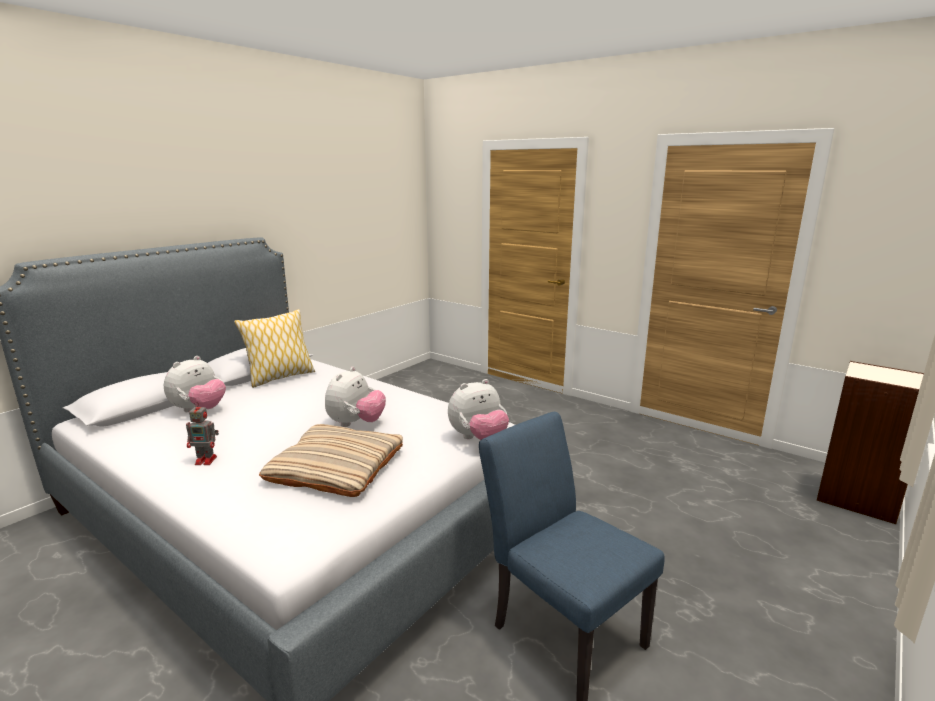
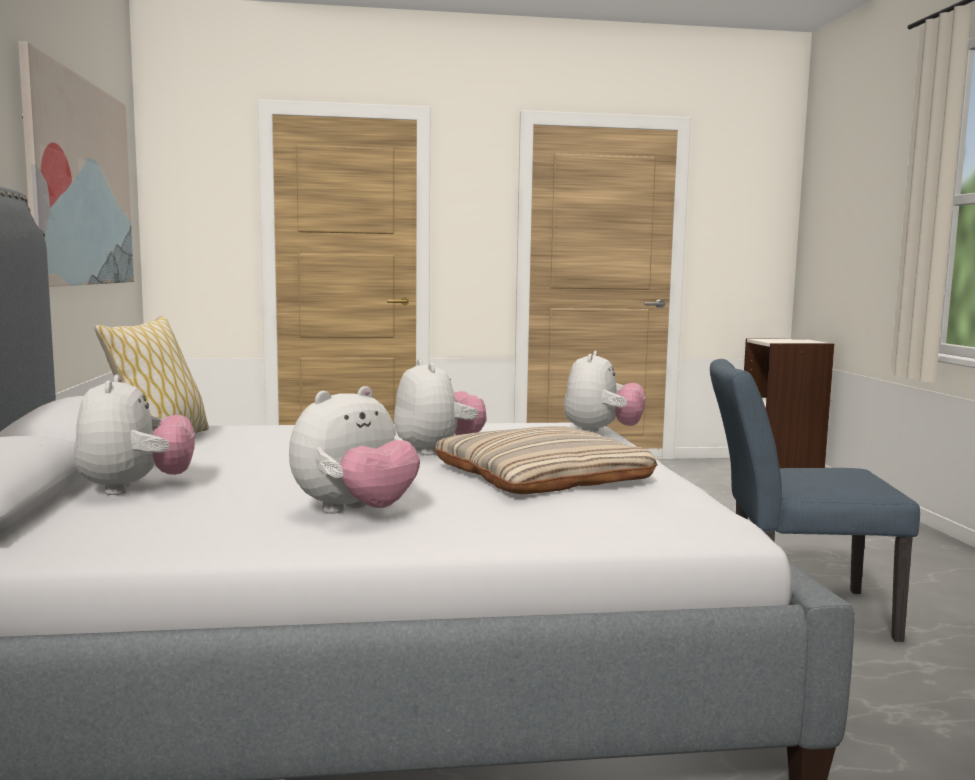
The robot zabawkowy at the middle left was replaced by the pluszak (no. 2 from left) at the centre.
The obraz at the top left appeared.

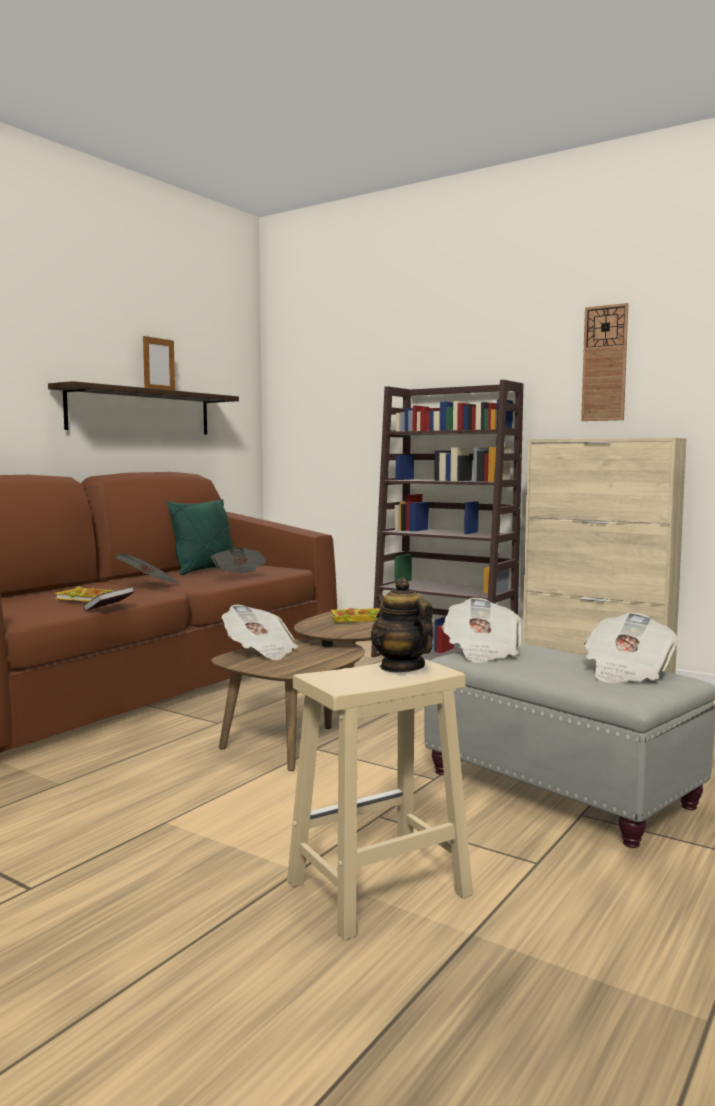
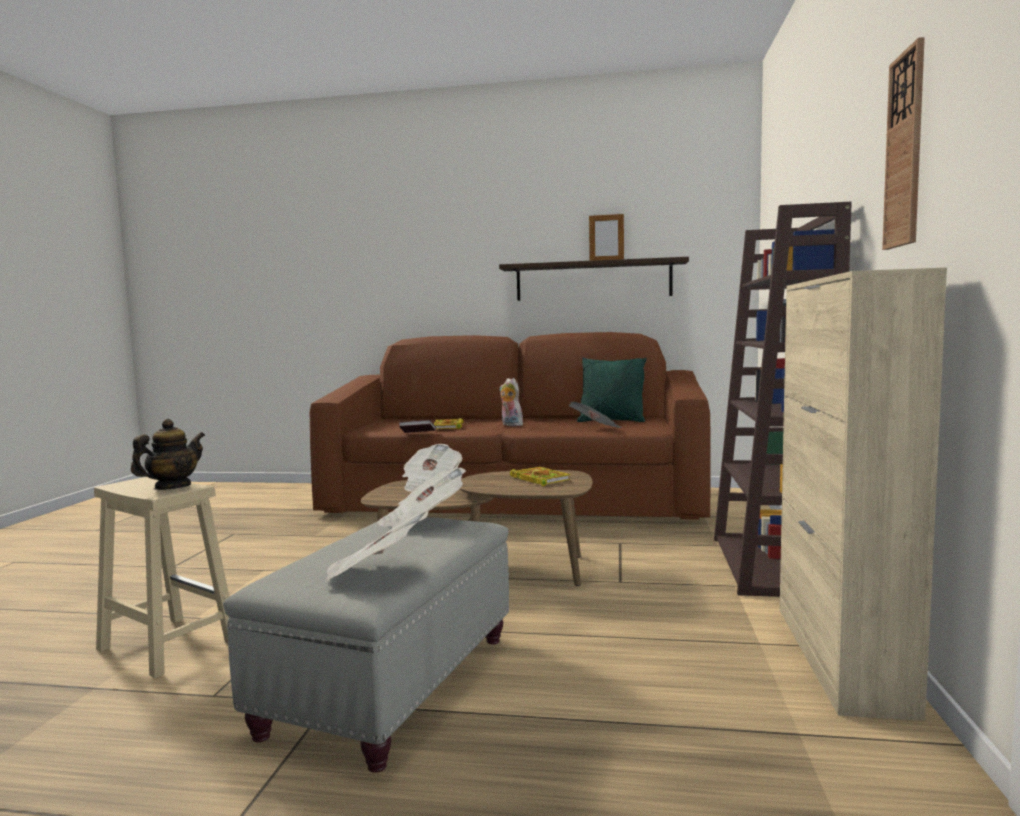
The gazeta (no. 1 from left) at the middle left was replaced by the pluszak at the centre.

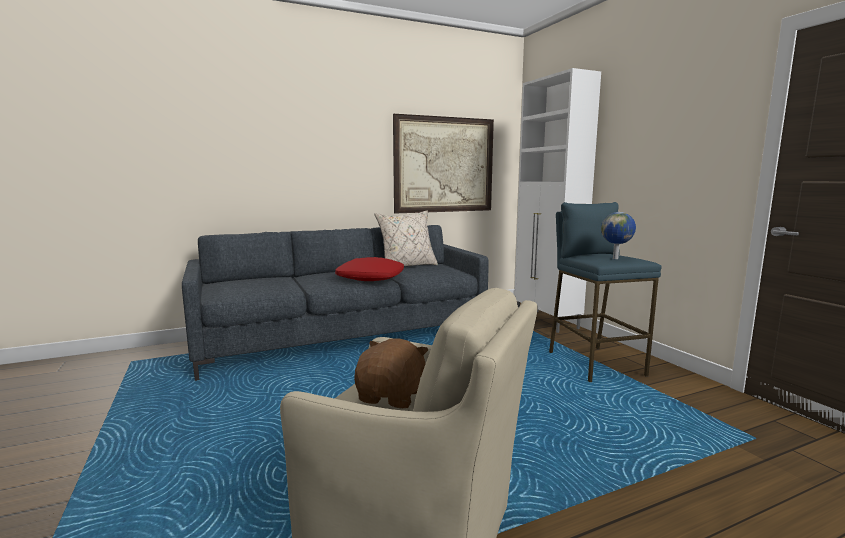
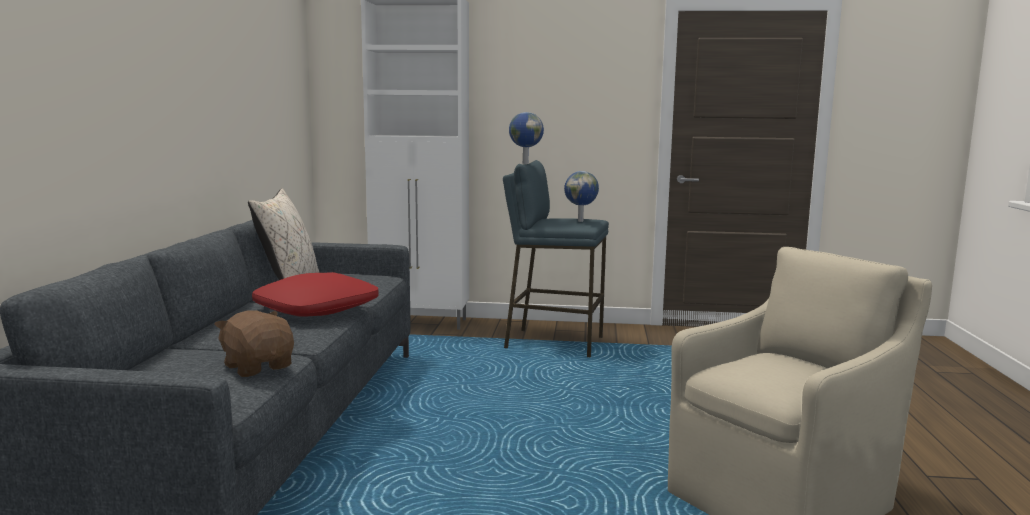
The obraz at the top centre disappeared.
The pluszak (brązowy) moved from the bottom centre to the middle left.
The globus (no. 1 from left) at the top centre appeared.

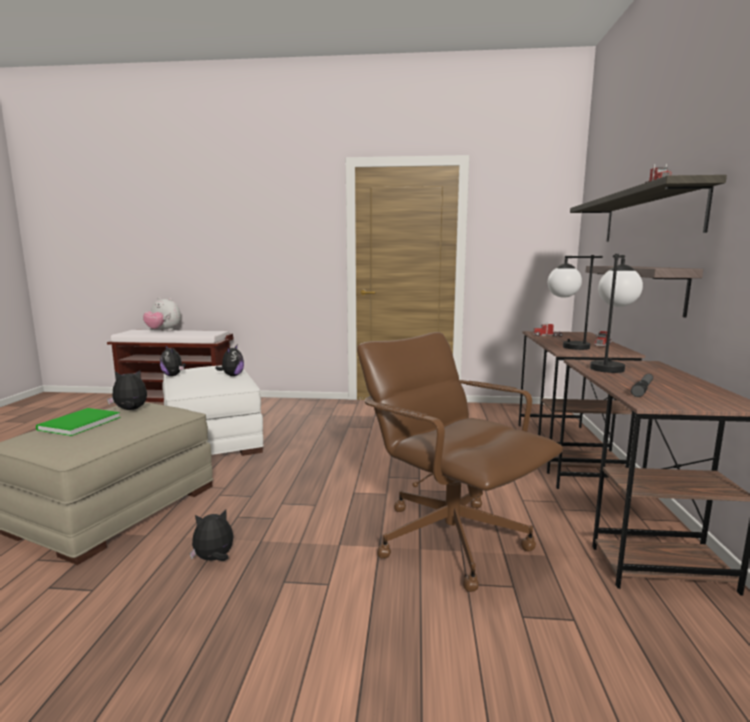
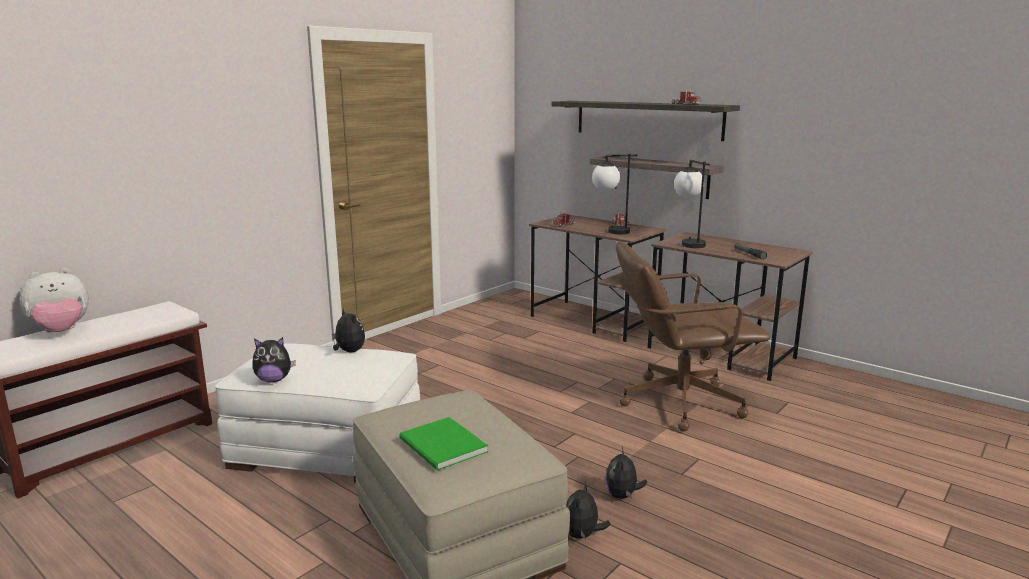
The pluszak (no. 1 from left in the first image) moved from the middle left to the bottom centre.

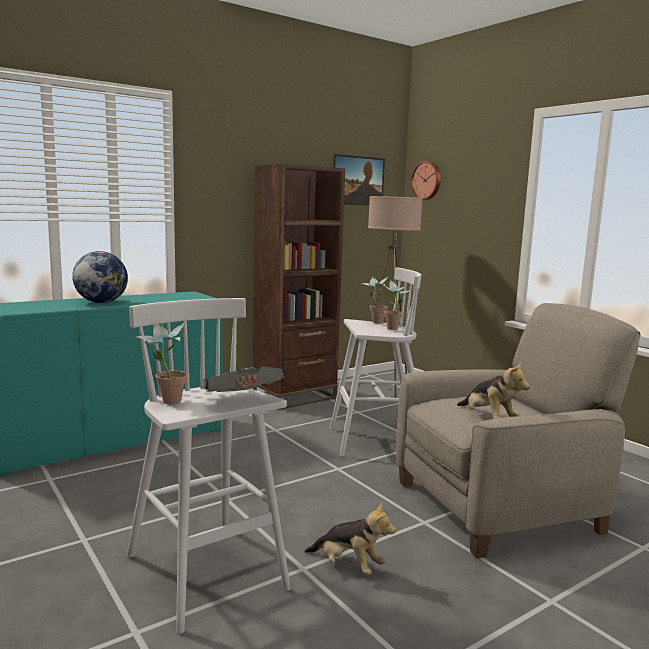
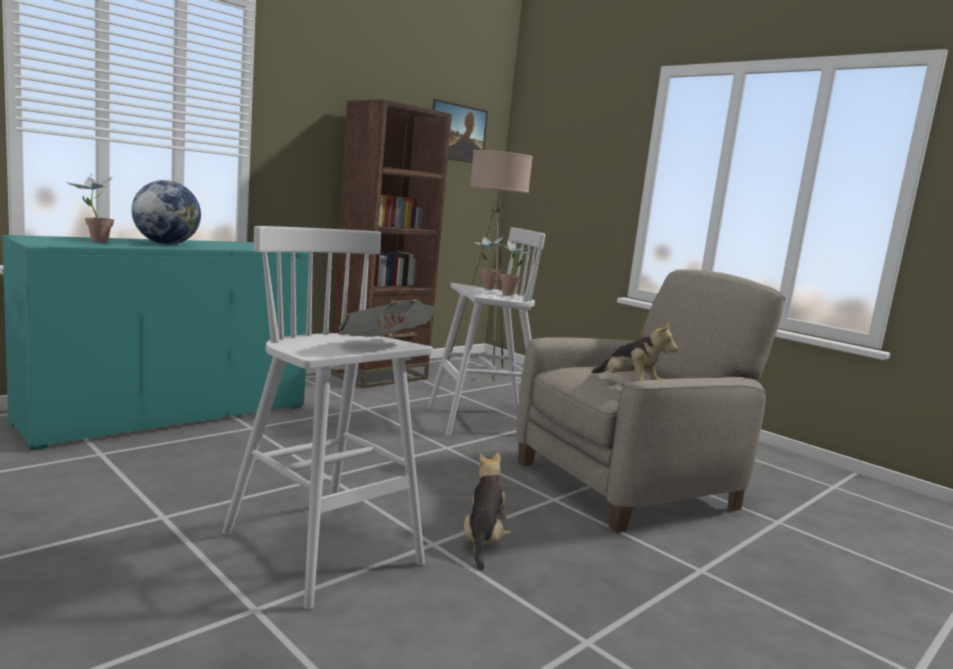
The zegar ścienny at the top centre disappeared.
The roślina doniczkowa (no. 1 from left) moved from the middle left to the top left.
The pluszak (no. 1 from left) at the bottom centre turned 105 degrees counterclockwise.

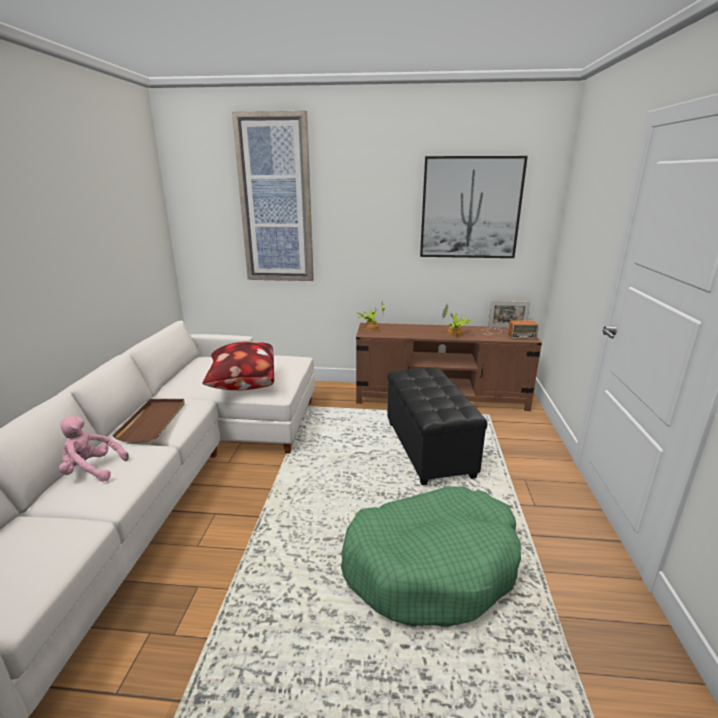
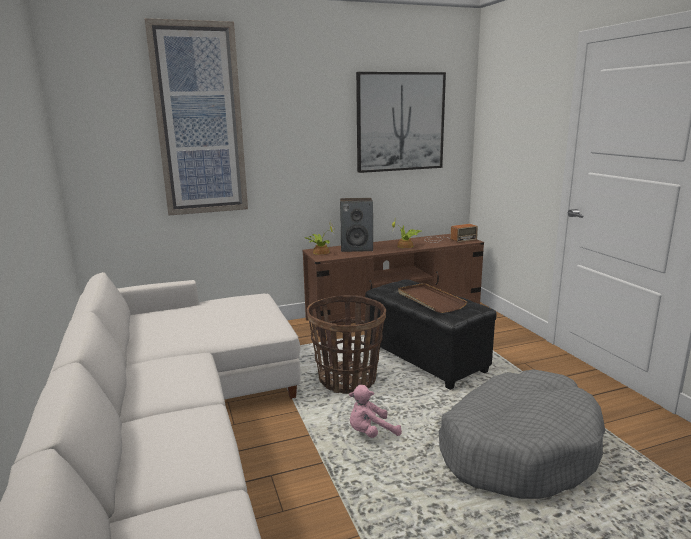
The ramka na zdjęcie at the middle right disappeared.
The poduszka at the middle left disappeared.
The taca (brązowy) moved from the middle left to the centre.
The pluszak (różowy) moved from the middle left to the bottom centre.
The legowisko (zielony) at the bottom centre became the legowisko (szary) at the bottom right.
The głośnik at the centre appeared.
The koszyk at the centre appeared.

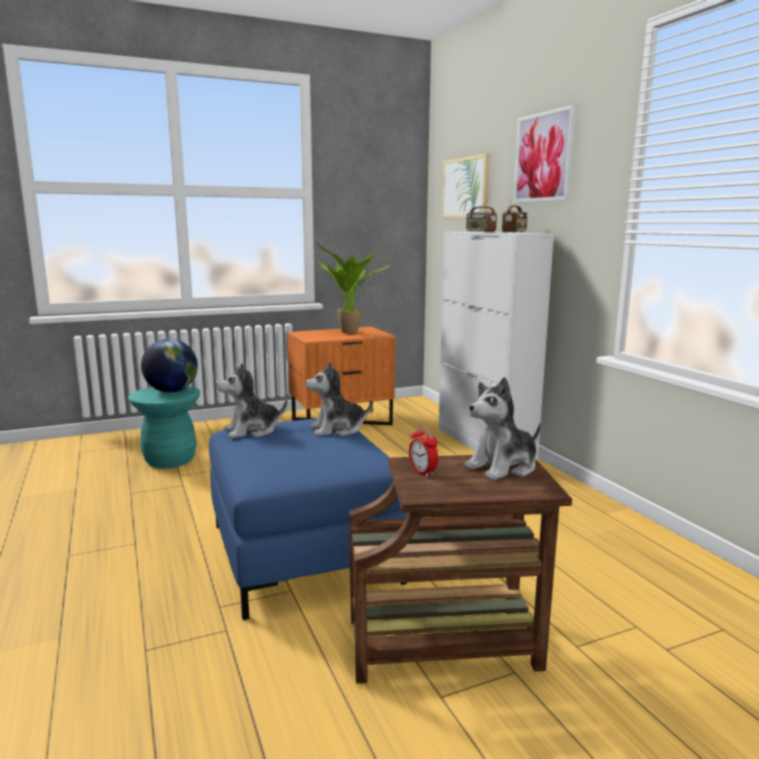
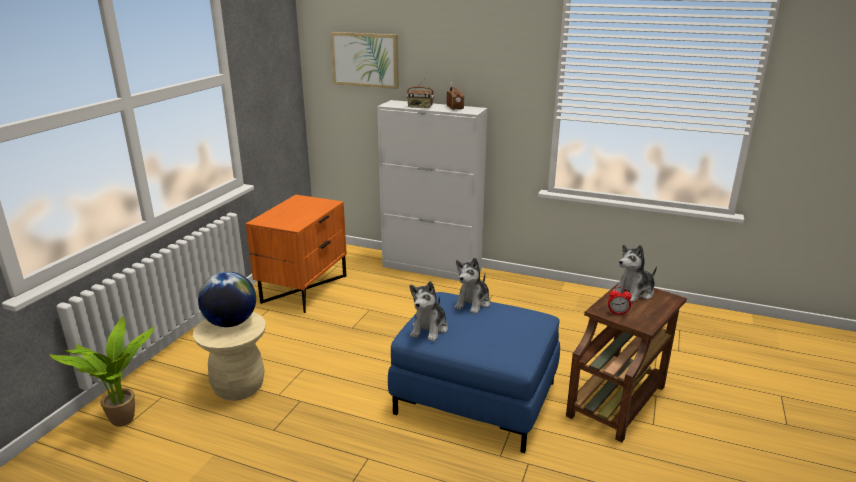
The obraz (no. 2 from left) at the top right disappeared.
The roślina doniczkowa moved from the centre to the bottom left.
The pluszak (no. 3 from left) at the centre turned 45 degrees clockwise.
The stołek (turkusowy) at the middle left became the stołek (beżowy) at the bottom left.

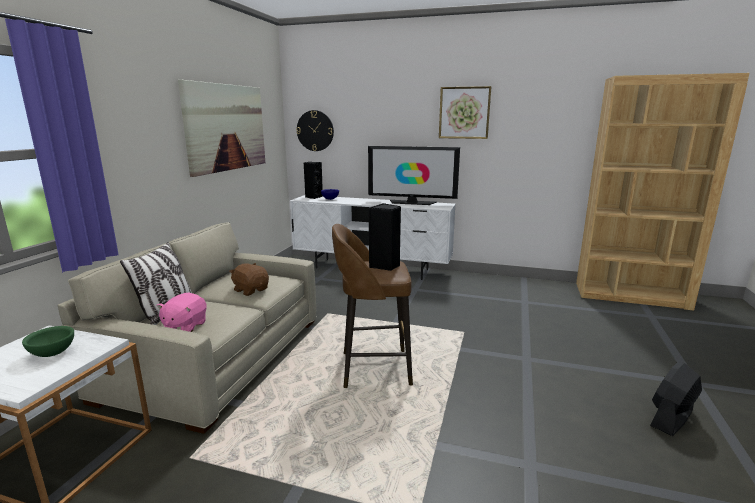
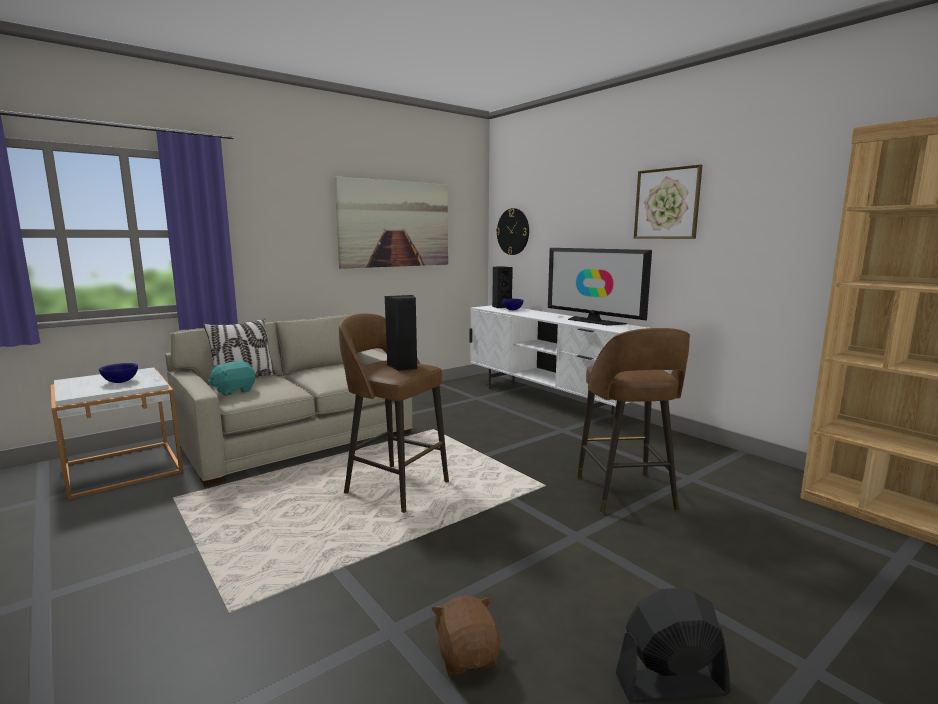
The pluszak (brązowy) moved from the middle left to the bottom centre.
The pluszak (różowy) at the middle left became the pluszak (turkusowy) at the middle left.
The miska (zielony) at the bottom left became the miska (niebieski) (no. 1 from left) at the middle left.
The stołek (brązowy) (no. 2 from left) at the middle right appeared.

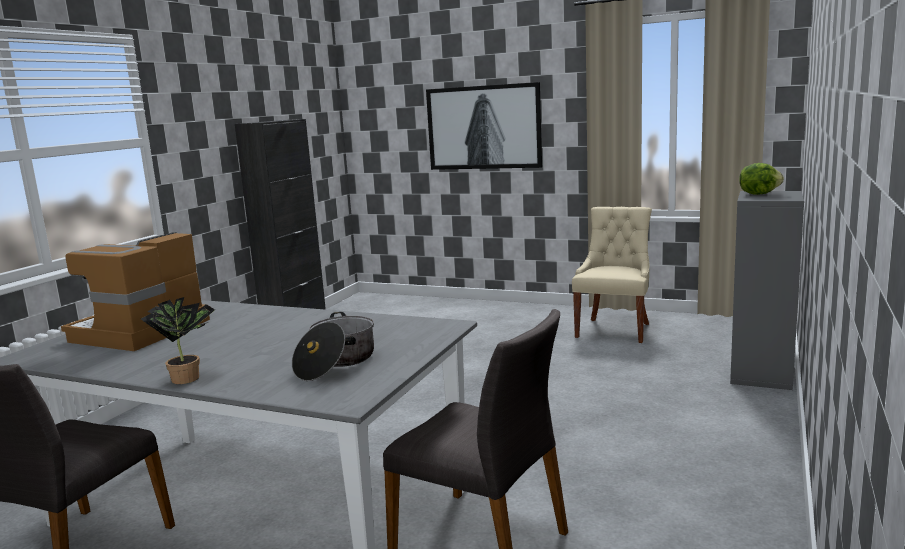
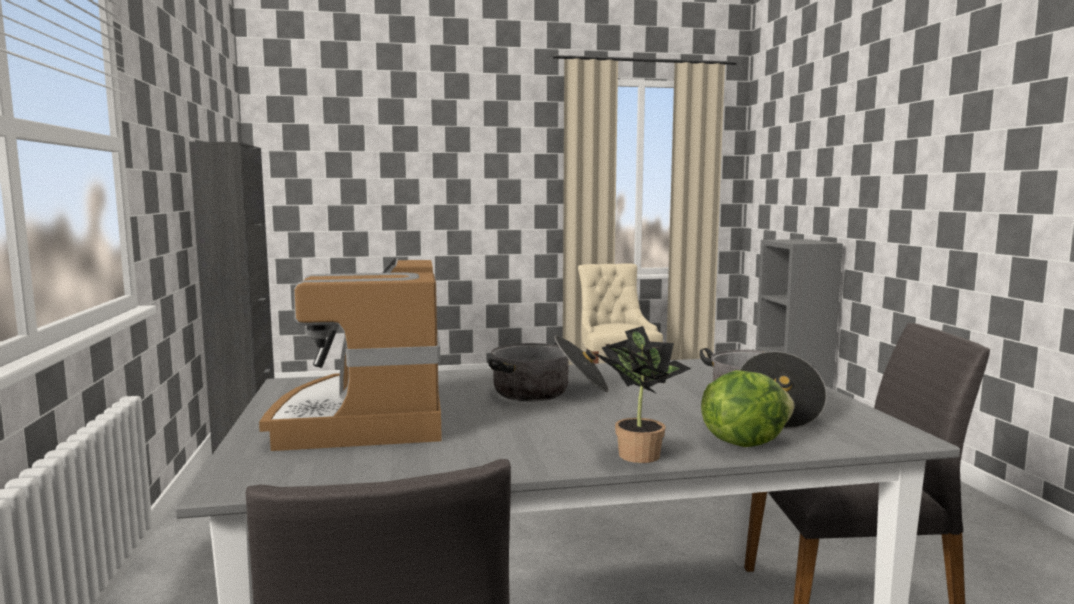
The obraz at the top centre disappeared.
The sałata moved from the top right to the bottom right.
The garnek (no. 1 from left) at the centre appeared.

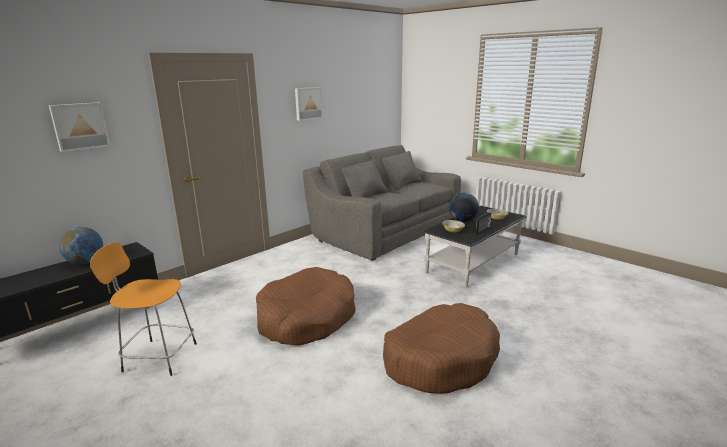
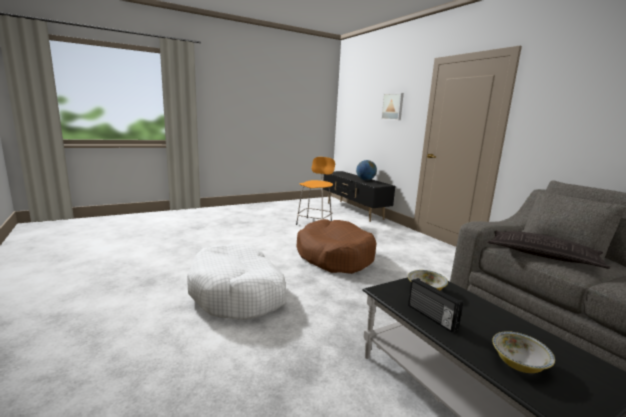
The obraz (no. 2 from left) at the top centre disappeared.
The globus (no. 2 from left) at the centre disappeared.
The legowisko (brązowy) (no. 2 from left) at the bottom centre became the legowisko (biały) at the bottom centre.
The poduszka at the middle right appeared.

